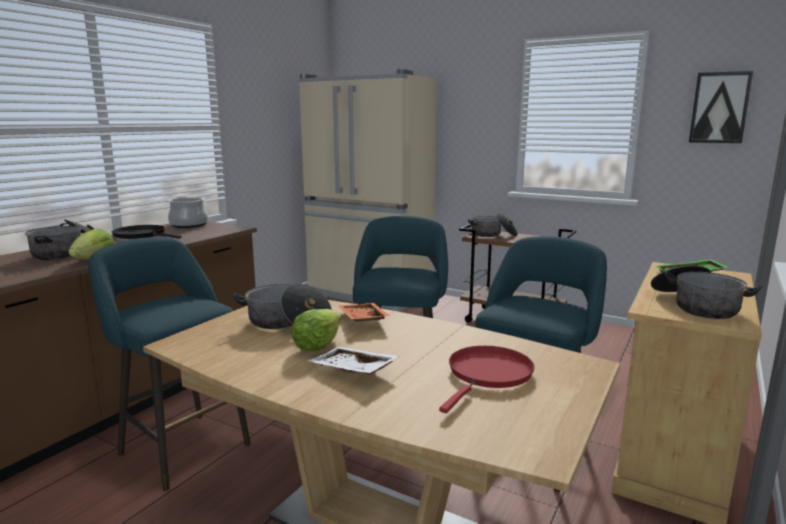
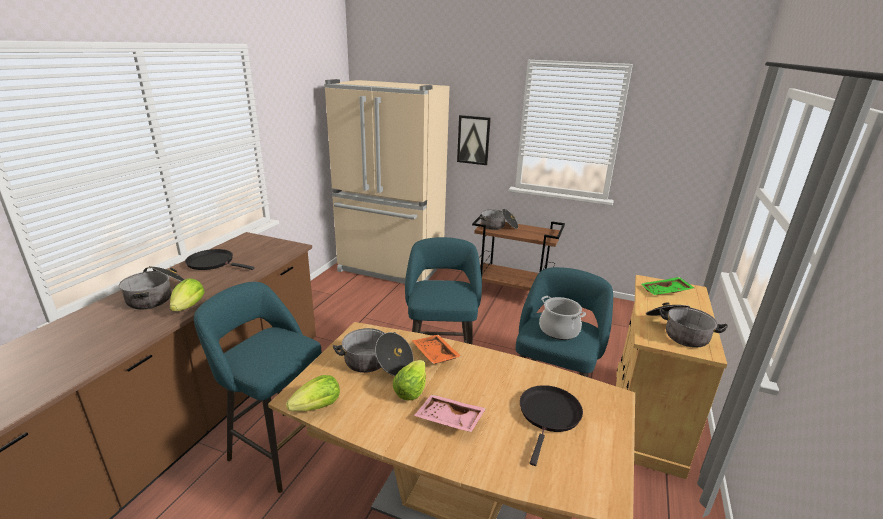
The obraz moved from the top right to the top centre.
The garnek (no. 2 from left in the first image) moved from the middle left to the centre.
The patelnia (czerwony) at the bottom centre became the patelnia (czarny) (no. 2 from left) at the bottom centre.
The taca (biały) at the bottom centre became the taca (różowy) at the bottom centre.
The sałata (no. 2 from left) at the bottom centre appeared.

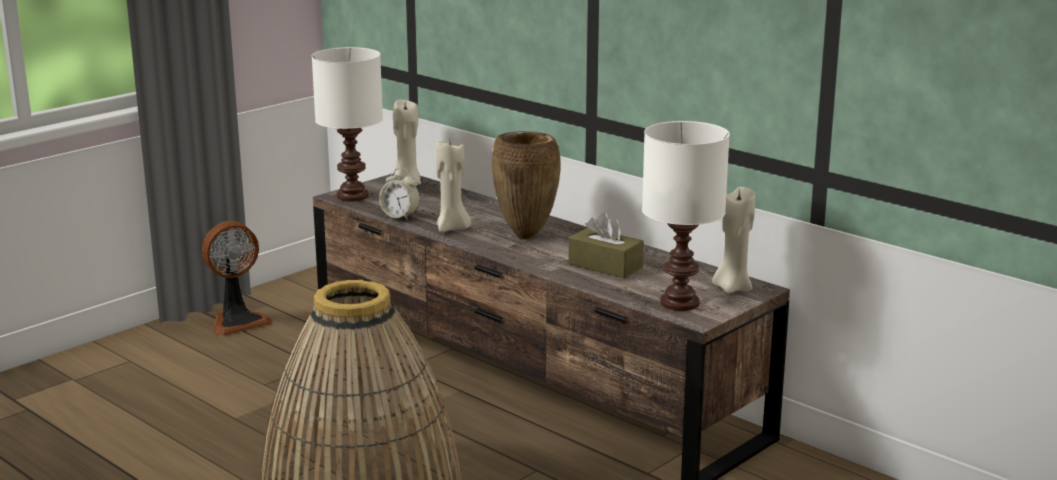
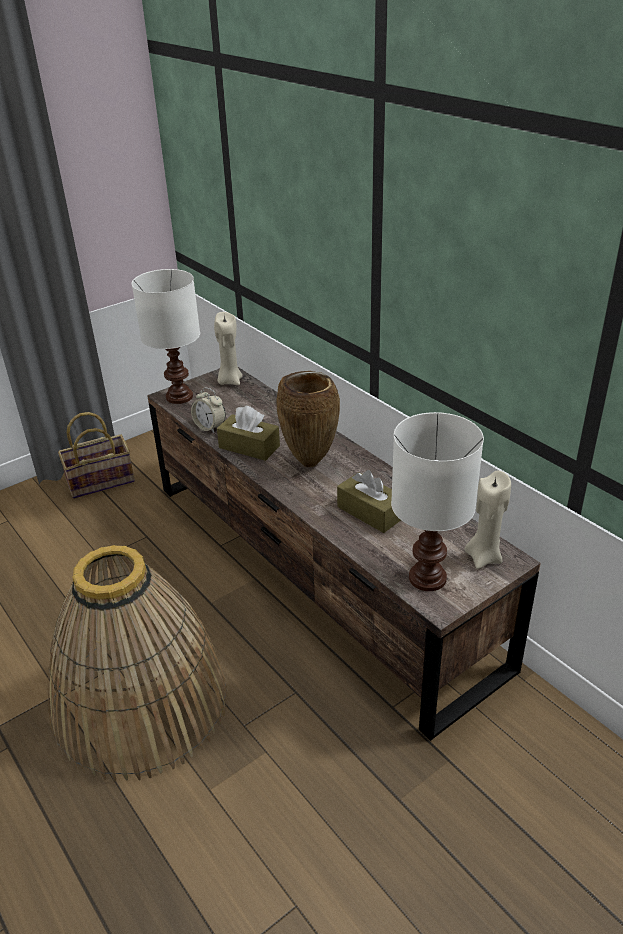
The świeca (beżowy) (no. 2 from left) at the centre was replaced by the pudełko chusteczek (brązowy) (no. 1 from left) at the centre.
The wentylator at the middle left was replaced by the koszyk (no. 1 from left) at the middle left.

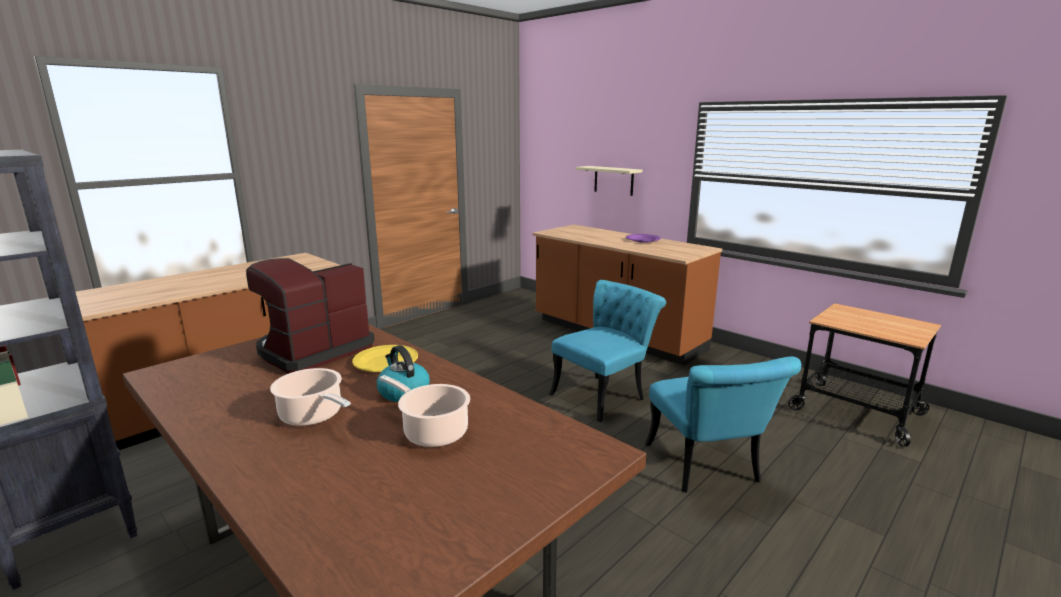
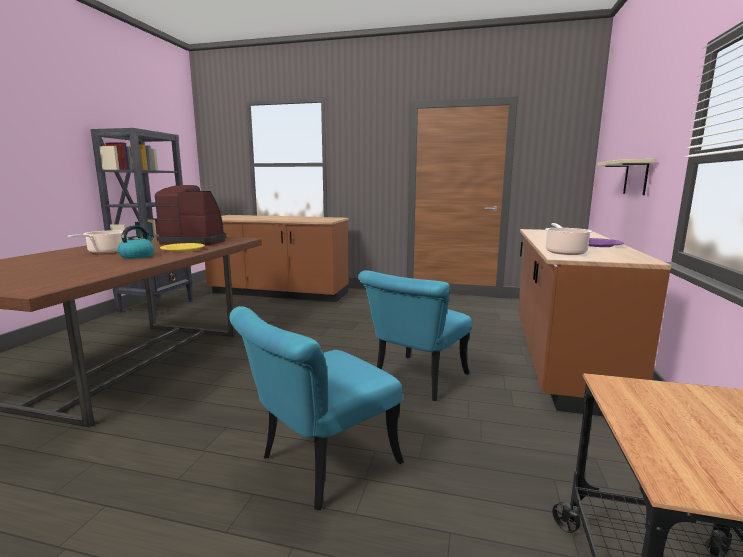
The krzesło (turkusowy) (no. 1 from left in the first image) at the centre turned 105 degrees clockwise.
The garnek (no. 2 from left) moved from the bottom centre to the middle right.

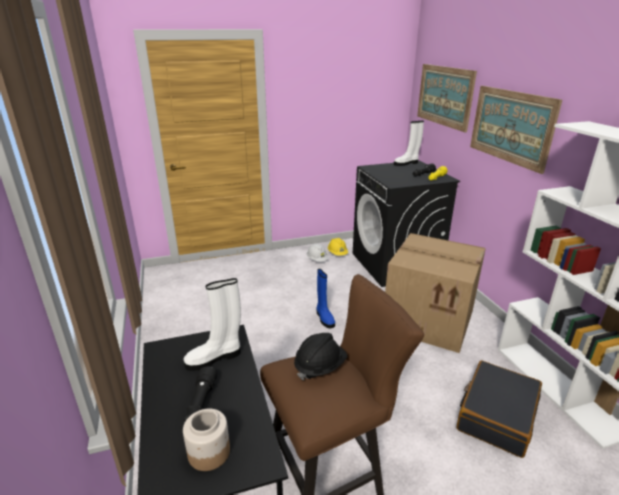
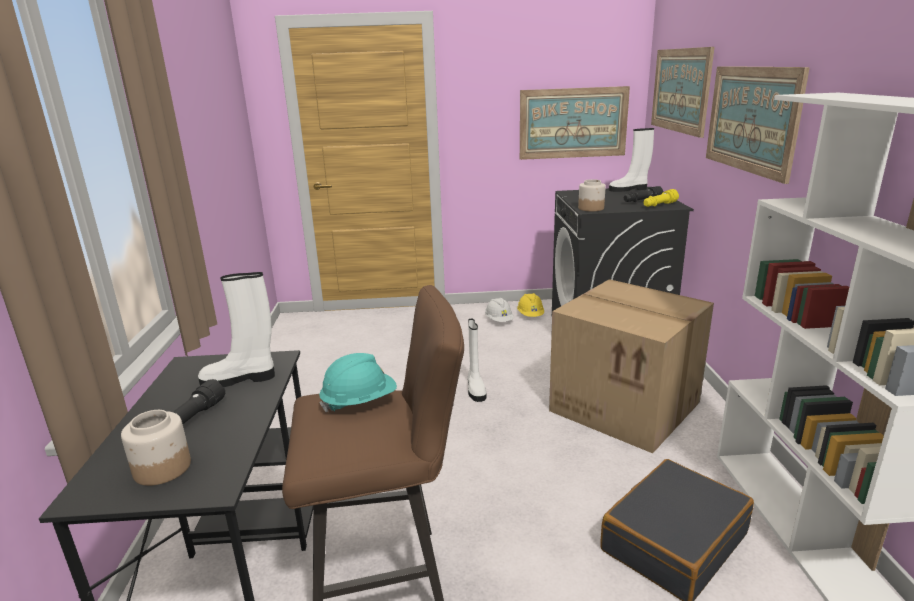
The but z cholewką (niebieski) at the centre became the but z cholewką (biały) (no. 2 from left) at the centre.
The kask (czarny) at the bottom centre became the kask (turkusowy) at the centre.
The obraz (no. 1 from left) at the top centre appeared.
The słoik (no. 2 from left) at the top centre appeared.

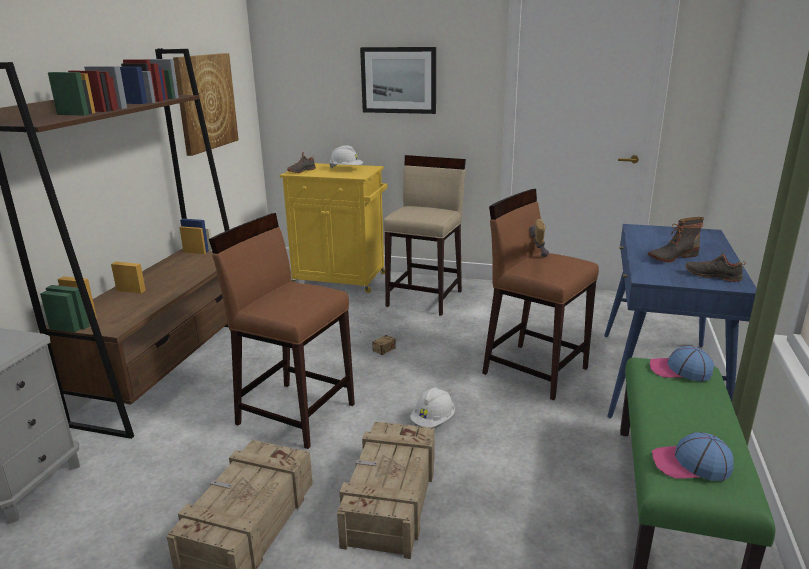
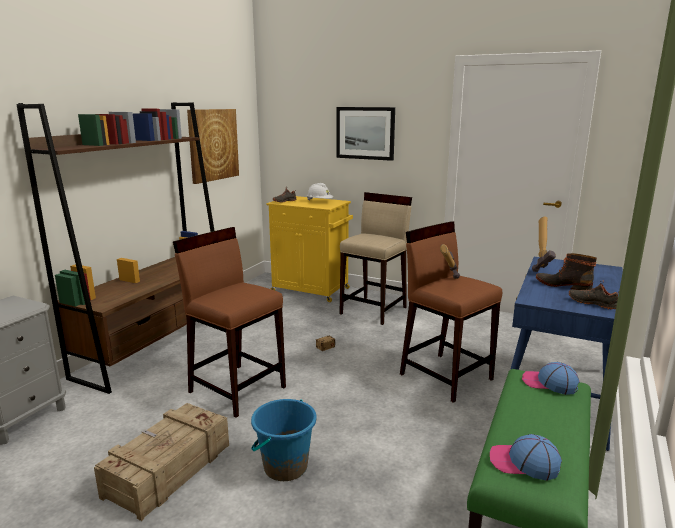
The but z cholewką at the middle right turned 45 degrees clockwise.
The kask (biały) (no. 2 from left) at the bottom centre disappeared.
The skrzynka (no. 2 from left) at the bottom centre was replaced by the wiadro (niebieski) at the bottom centre.
The młotek (no. 2 from left) at the middle right appeared.

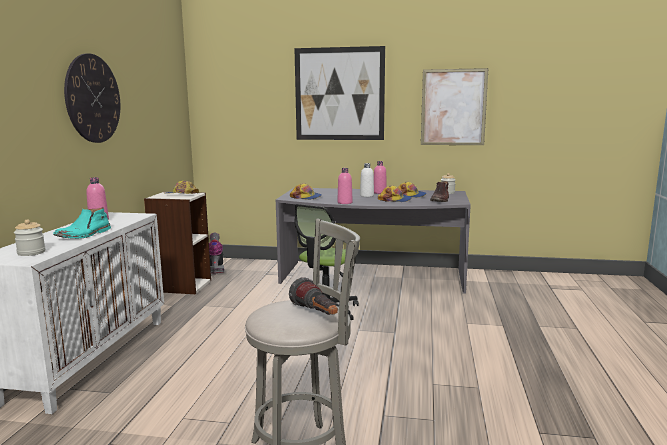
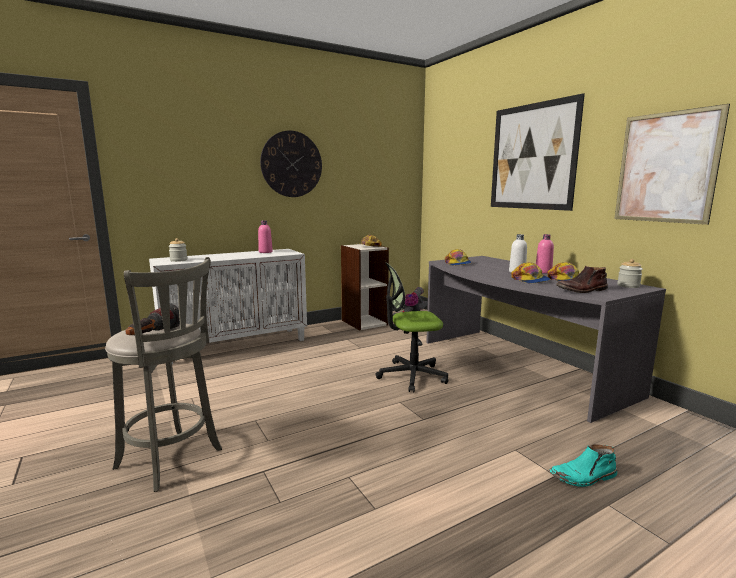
The butelka (różowy) (no. 2 from left) at the centre disappeared.
The but z cholewką (turkusowy) moved from the middle left to the bottom right.

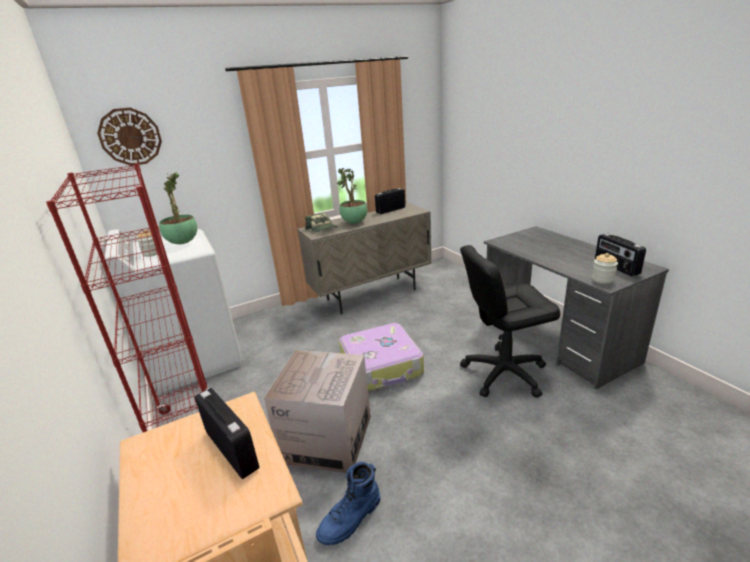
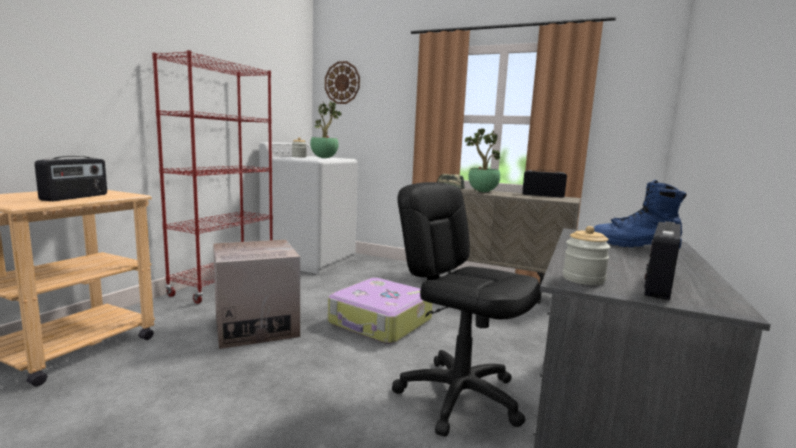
The but z cholewką (niebieski) moved from the bottom centre to the middle right.

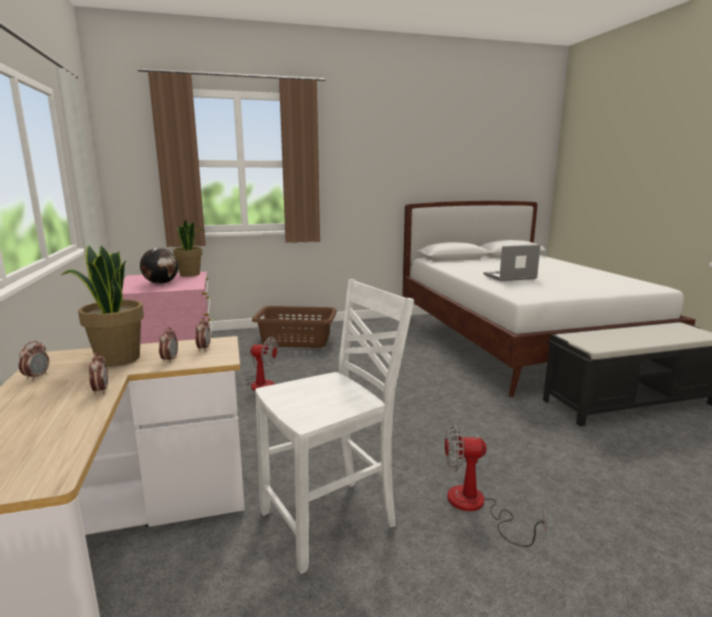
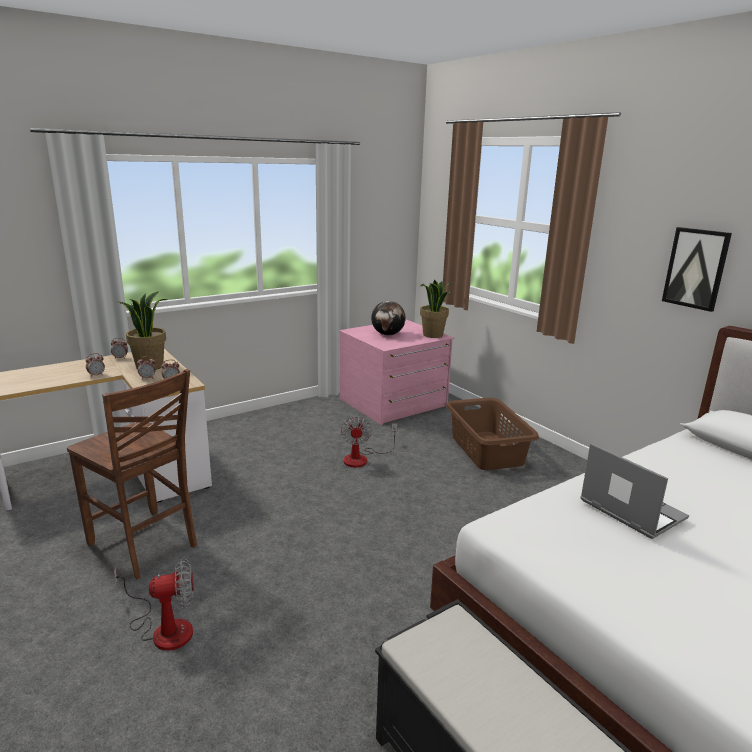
The krzesło (biały) at the bottom centre became the krzesło (brązowy) at the middle left.
The wentylator (no. 2 from left in the first image) at the bottom right turned 90 degrees clockwise.
The obraz at the middle right appeared.

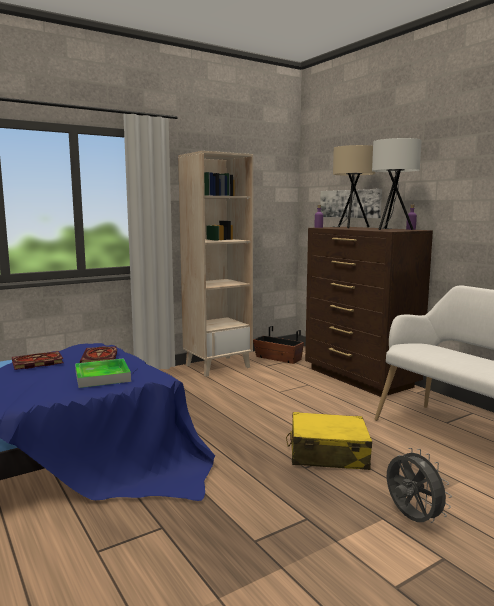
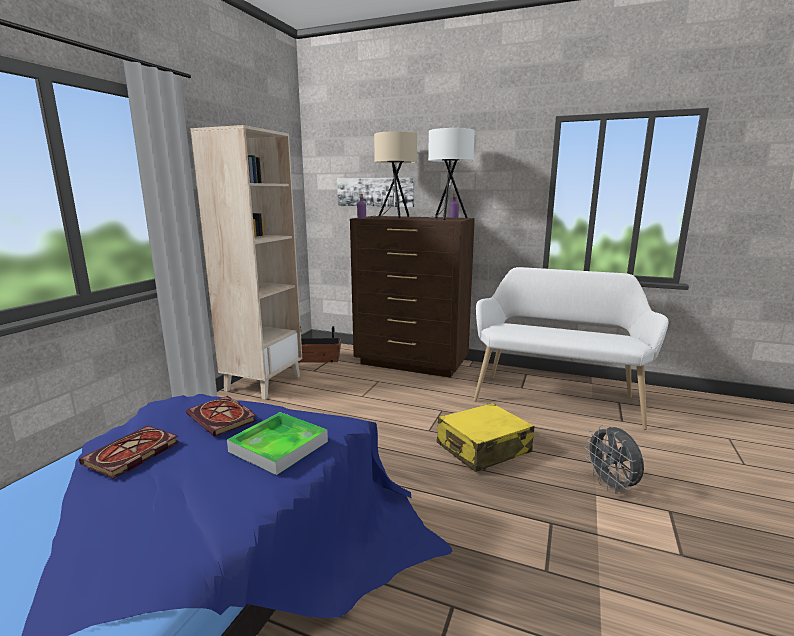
The wentylator (szary) at the bottom right turned 135 degrees counterclockwise.

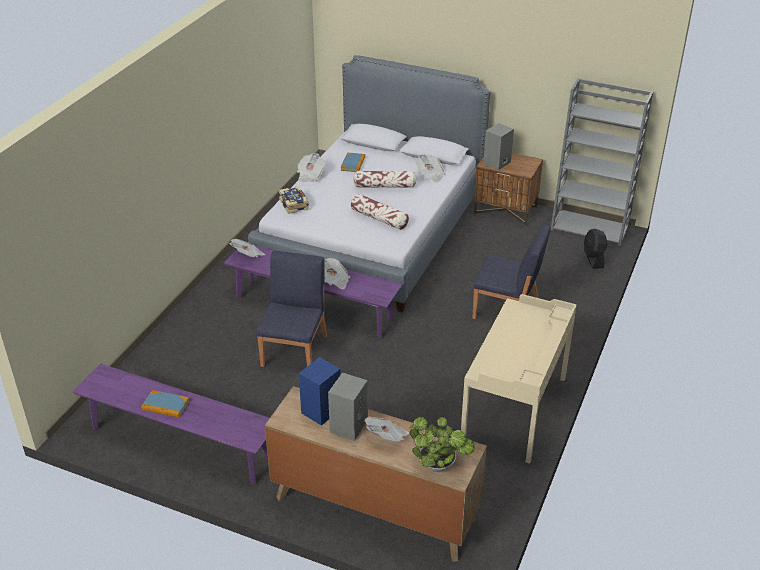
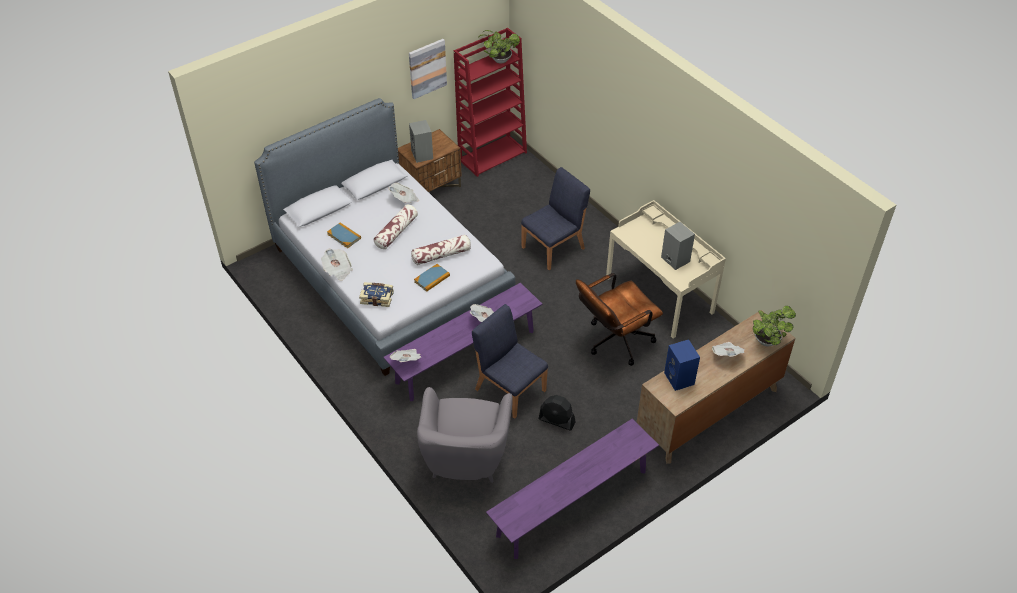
The regał (szary) at the top right became the regał (czerwony) at the top centre.
The wentylator (czarny) moved from the middle right to the bottom centre.
The głośnik (szary) (no. 1 from left in the first image) moved from the bottom centre to the middle right.
The książka (no. 1 from left in the first image) moved from the bottom left to the centre.
The roślina doniczkowa (no. 1 from left) at the top centre appeared.
The obraz at the top centre appeared.
The krzesło biurowe (brązowy) at the centre appeared.
The fotel (szary) at the bottom centre appeared.

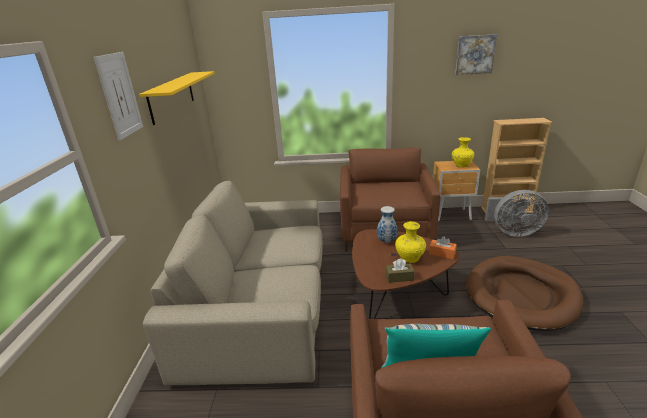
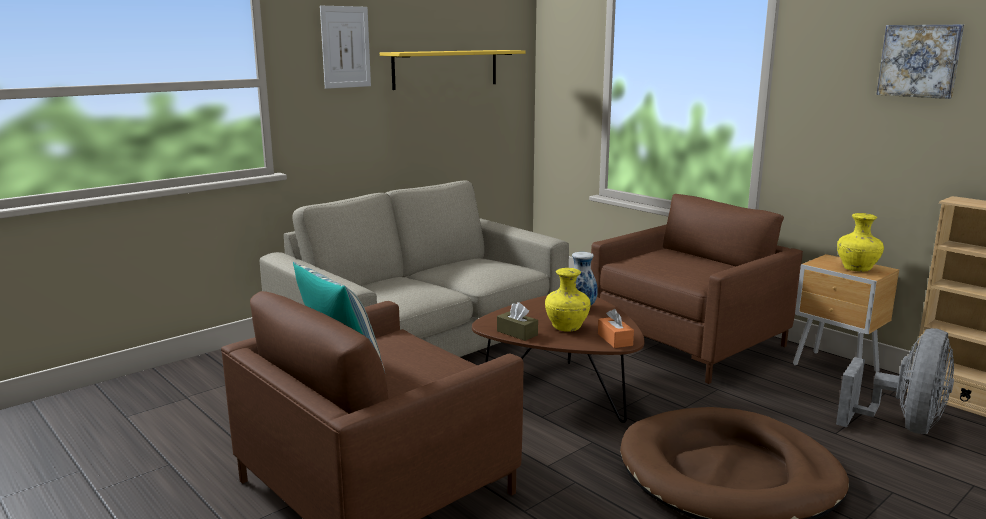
The wentylator (szary) at the middle right turned 105 degrees counterclockwise.

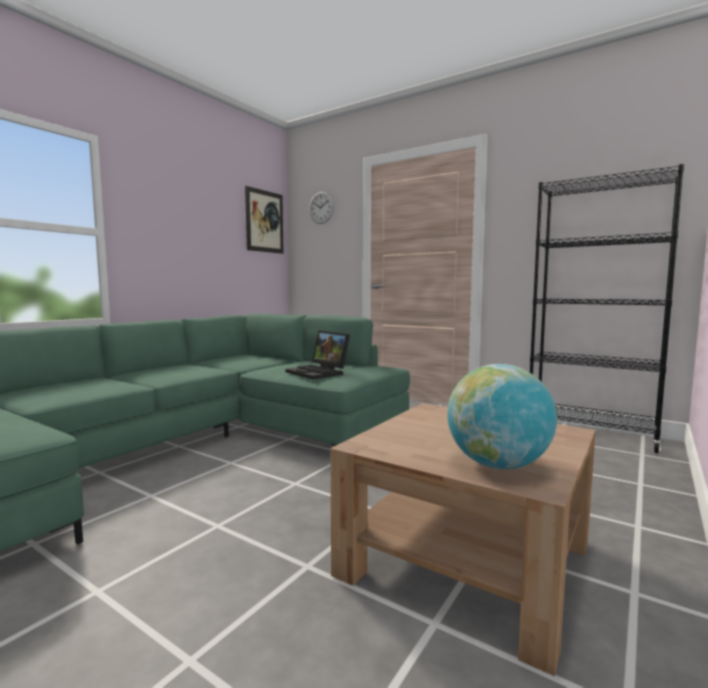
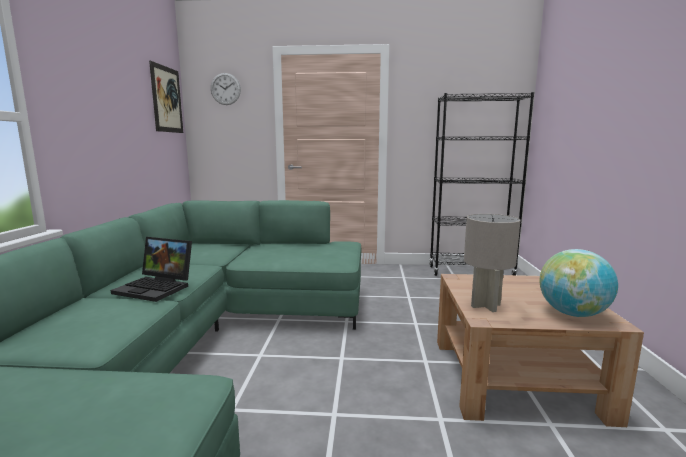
The laptop moved from the centre to the middle left.
The lampa stołowa (szary) at the middle right appeared.

